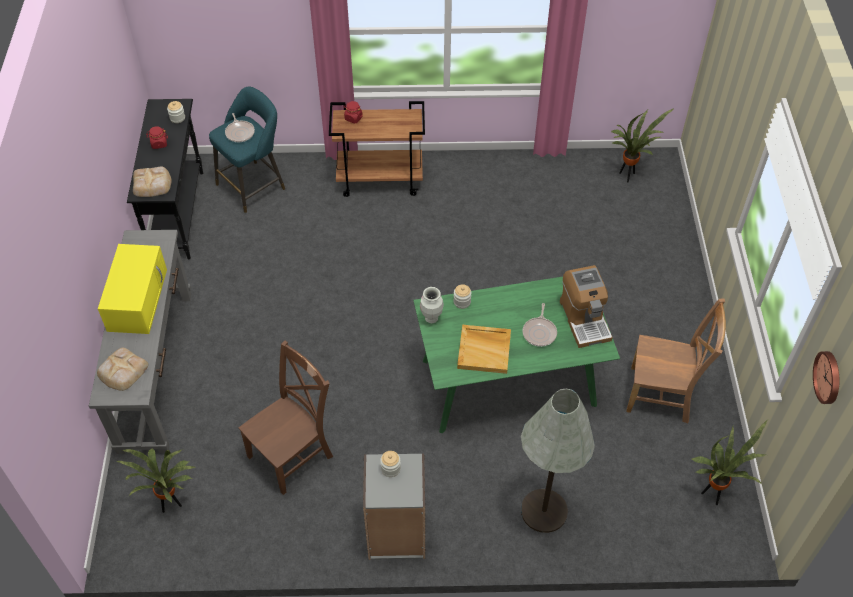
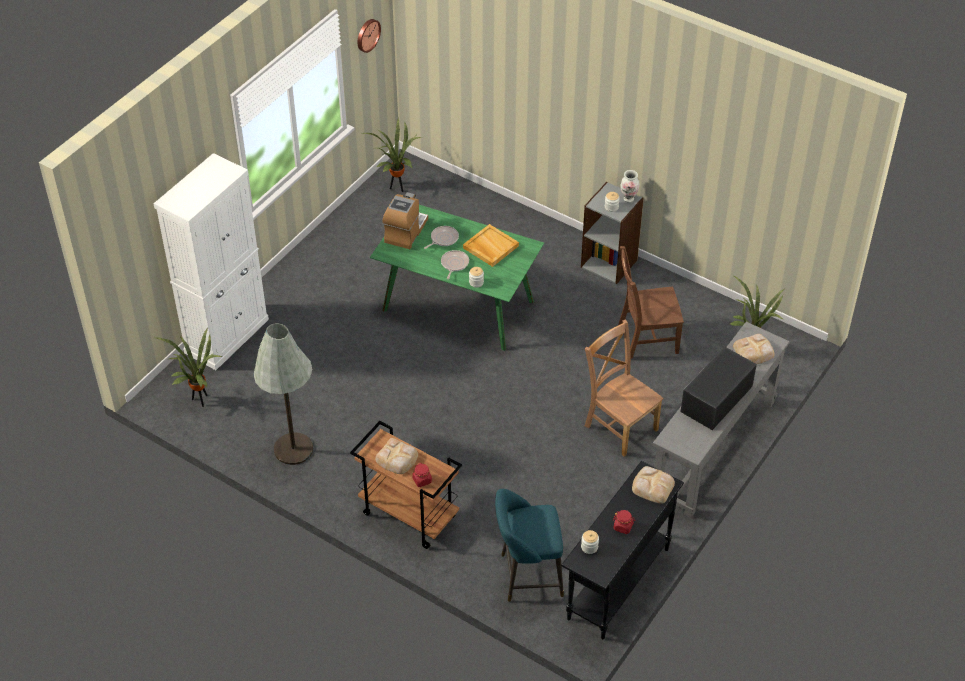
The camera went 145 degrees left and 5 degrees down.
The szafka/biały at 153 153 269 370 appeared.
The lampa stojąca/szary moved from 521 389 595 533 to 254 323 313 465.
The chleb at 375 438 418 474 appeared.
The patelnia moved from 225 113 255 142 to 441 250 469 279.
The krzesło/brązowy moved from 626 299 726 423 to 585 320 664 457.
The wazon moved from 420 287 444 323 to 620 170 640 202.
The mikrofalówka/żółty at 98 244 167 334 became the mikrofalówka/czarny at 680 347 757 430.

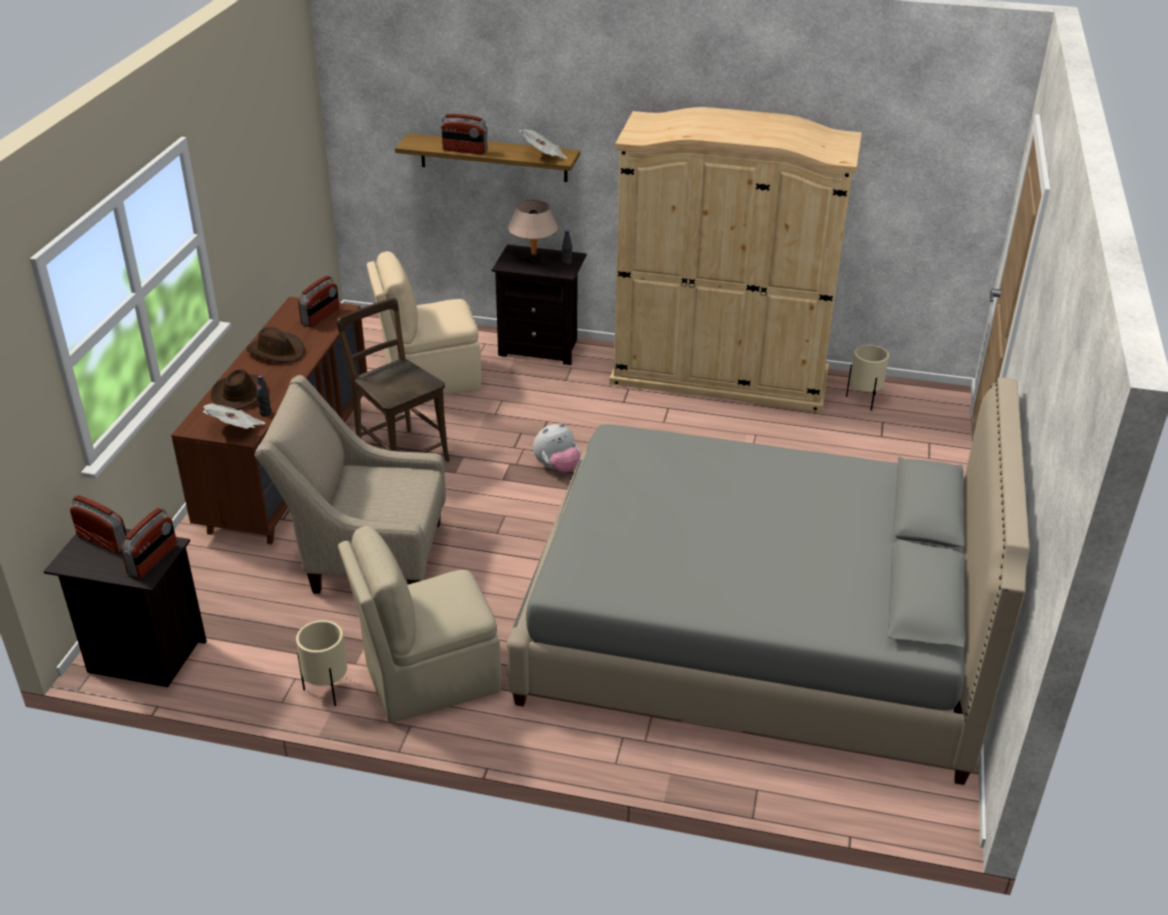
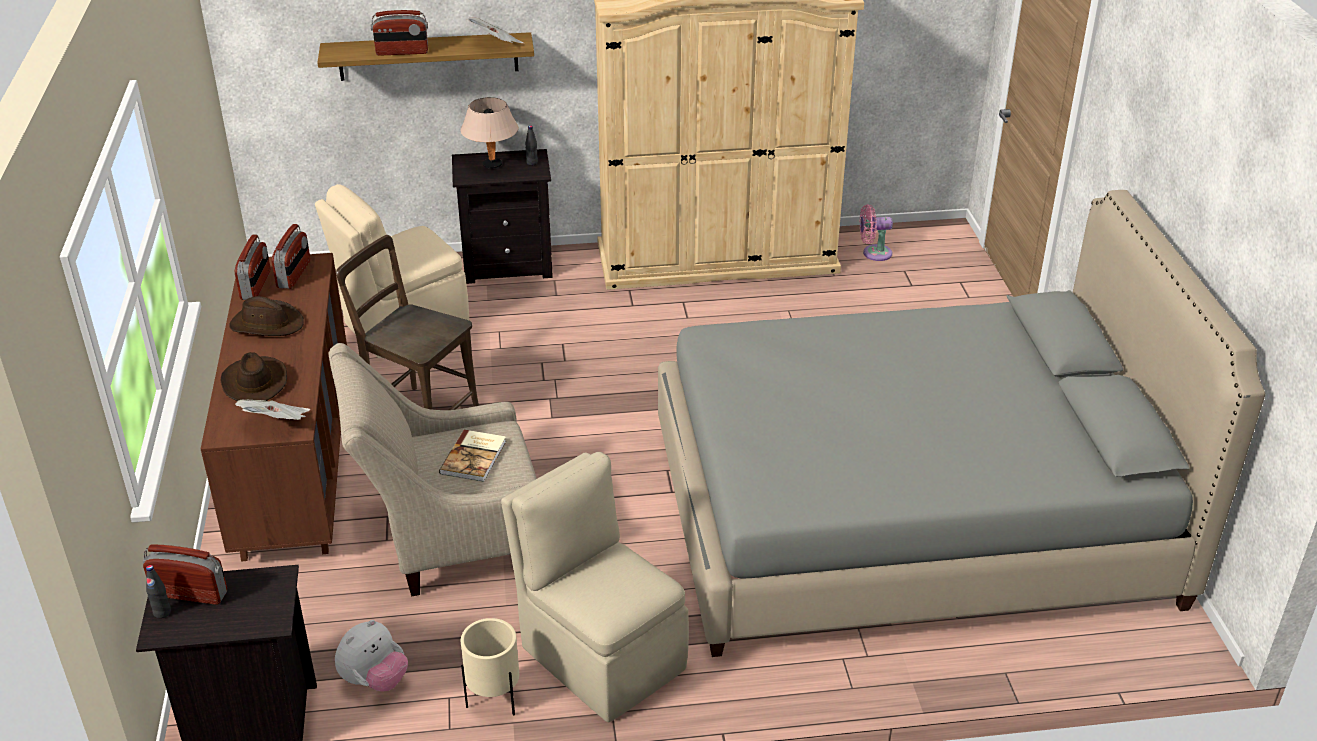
The camera went 20 degrees left and 0 degrees up.
The butelka/czarny moved from 256 376 272 416 to 146 565 171 619.
The radio moved from 121 508 177 578 to 235 234 271 300.
The pluszak moved from 533 423 580 472 to 335 620 408 692.
The książka at 439 430 506 482 appeared.
The krzesło/beżowy at 338 526 501 723 turned 90 degrees clockwise.
The donica/beżowy at 846 345 889 411 was replaced by the wentylator/różowy at 860 204 893 261.

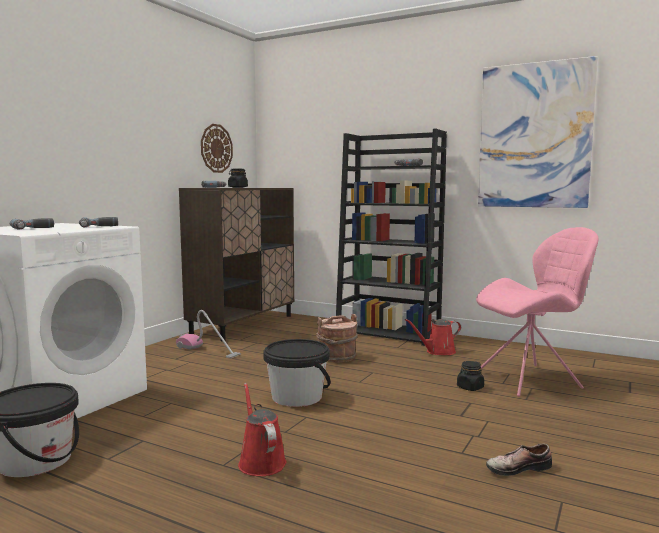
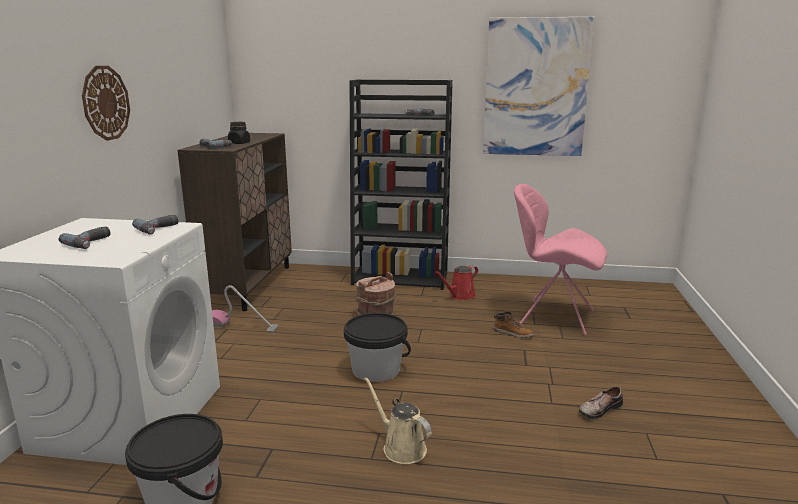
The camera went 20 degrees left and 10 degrees up.
The zegar ścienny moved from 201 124 233 173 to 82 66 130 141.
The konewka/czerwony at 238 383 286 476 became the konewka/beżowy at 364 377 432 464.
The słoik/czarny at 457 361 484 391 was replaced by the but z cholewką at 494 311 534 338.
The krzesło/różowy at 476 227 599 397 turned 120 degrees counterclockwise.

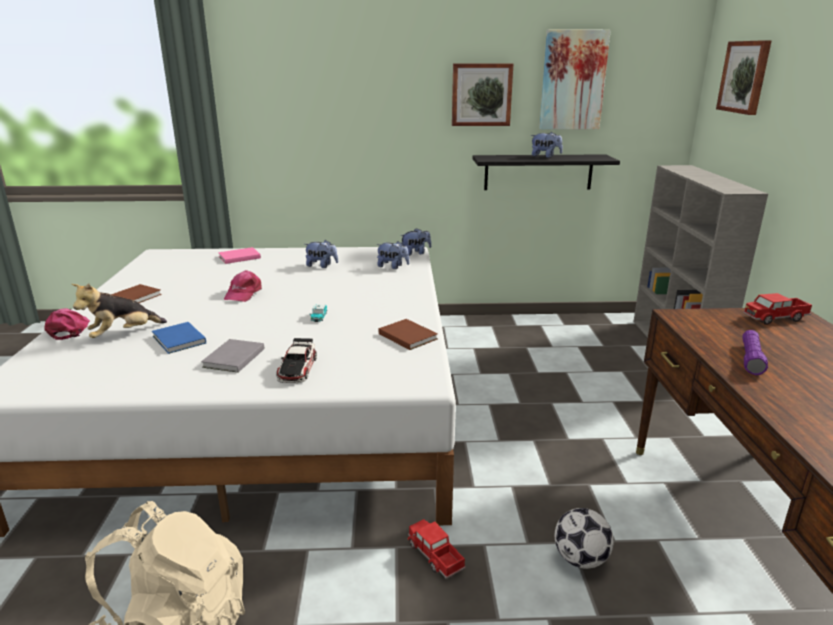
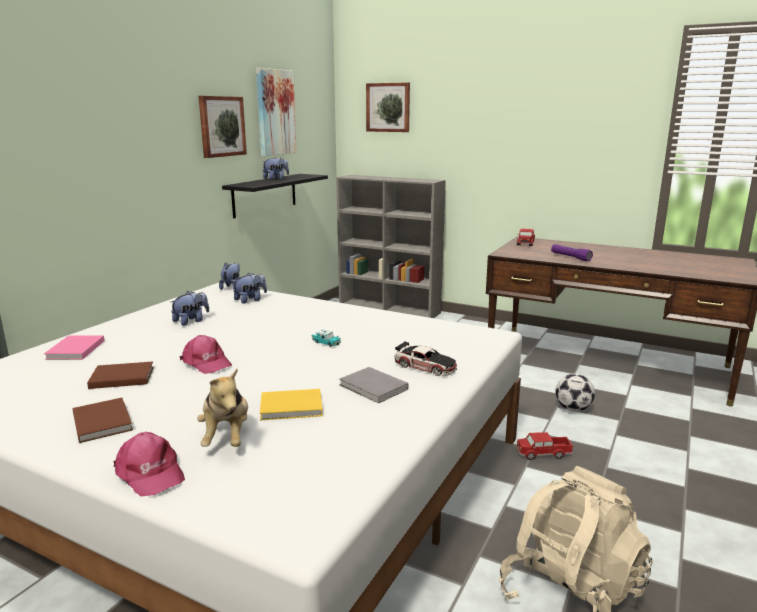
The camera went 60 degrees left and 5 degrees down.
The książka/brązowy moved from 379 319 438 350 to 87 361 154 389.
The czapka z daszkiem/różowy at 44 308 90 340 turned 150 degrees counterclockwise.
The książka/niebieski at 152 322 206 354 became the książka/żółty at 260 389 323 420.

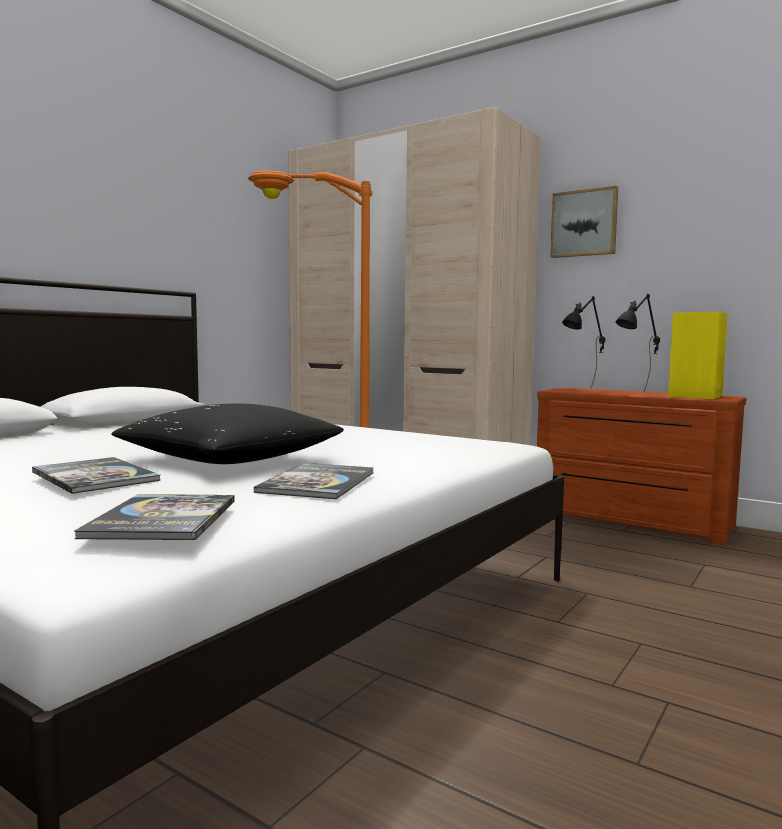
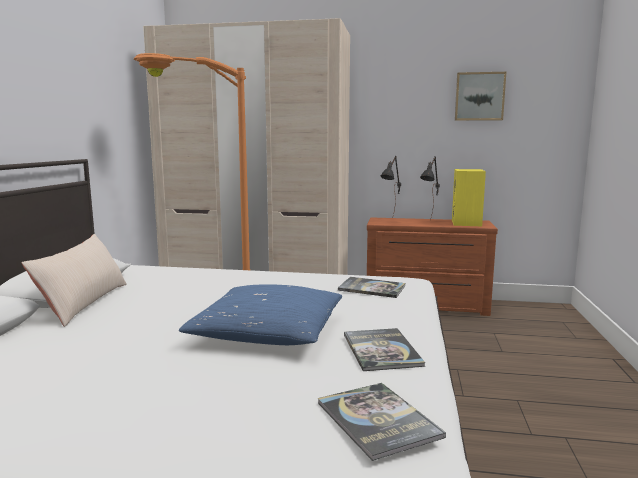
The camera went 25 degrees left and 5 degrees up.
The poduszka/beżowy at 21 234 127 327 appeared.
The poduszka/czarny at 112 404 344 464 became the poduszka/niebieski at 179 284 342 345.
The książka moved from 32 457 161 494 to 338 277 405 298.
The obraz moved from 550 186 618 258 to 455 72 506 121.

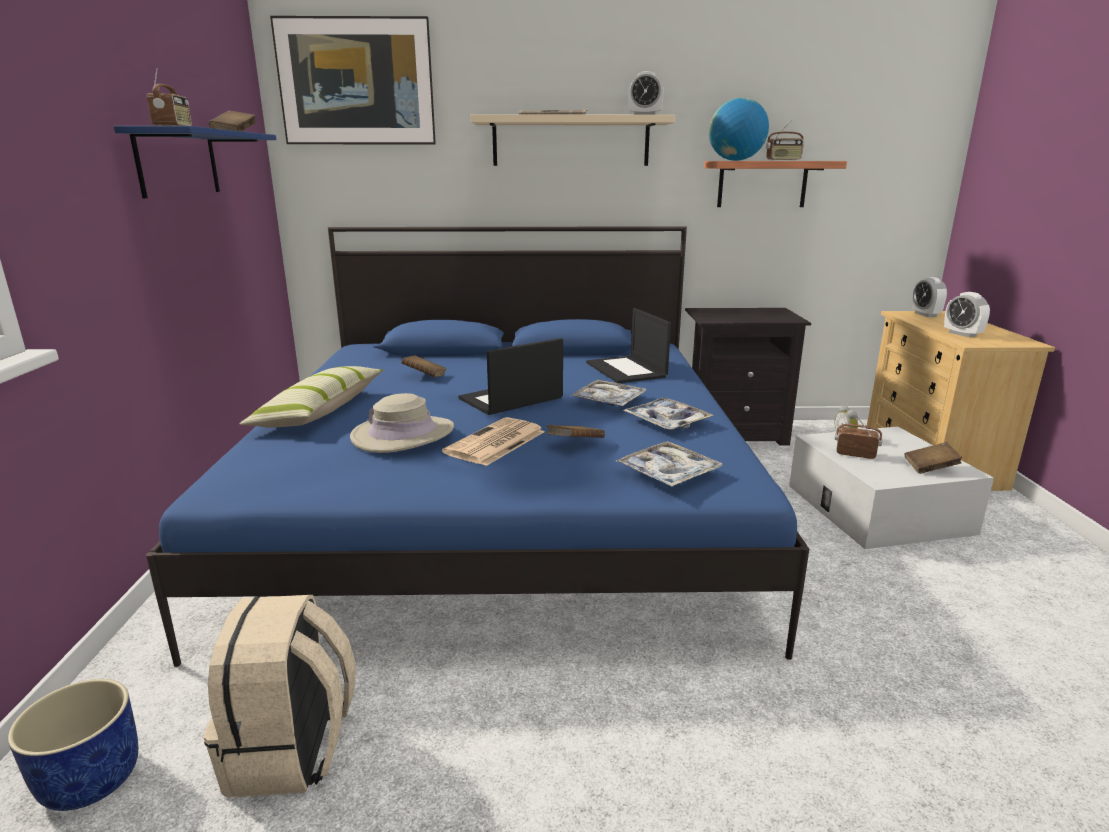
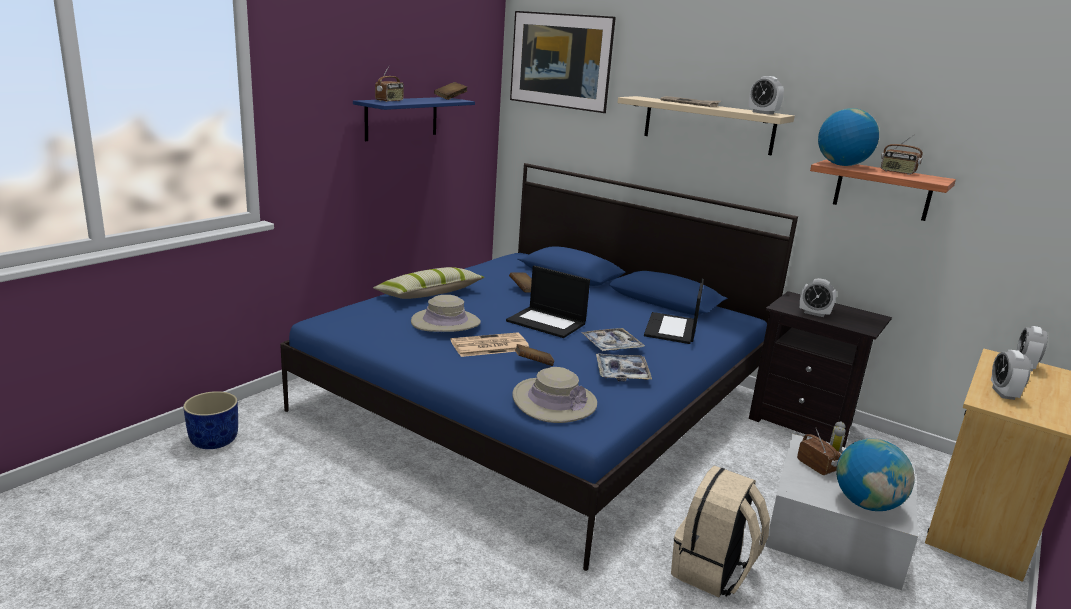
The camera went 35 degrees right and 0 degrees up.
The laptop at 458 338 563 415 turned 150 degrees counterclockwise.
The taca at 616 441 722 487 was replaced by the kapelusz/beżowy at 512 367 597 423.
The plecak/beżowy moved from 204 595 356 797 to 671 466 770 597.
The budzik at 800 278 837 317 appeared.
The książka/brązowy at 905 442 962 474 was replaced by the globus at 836 438 915 511.

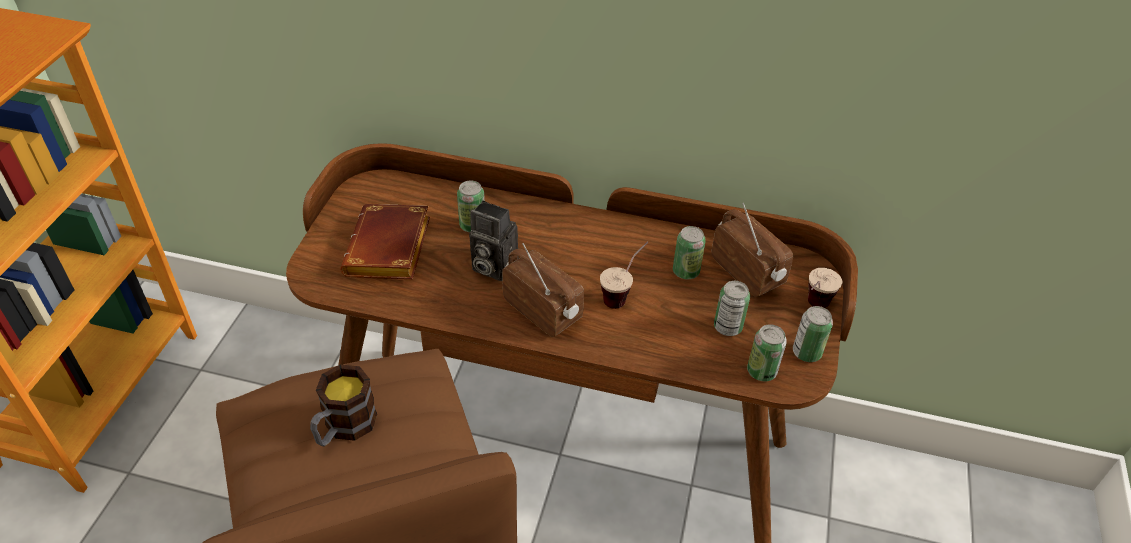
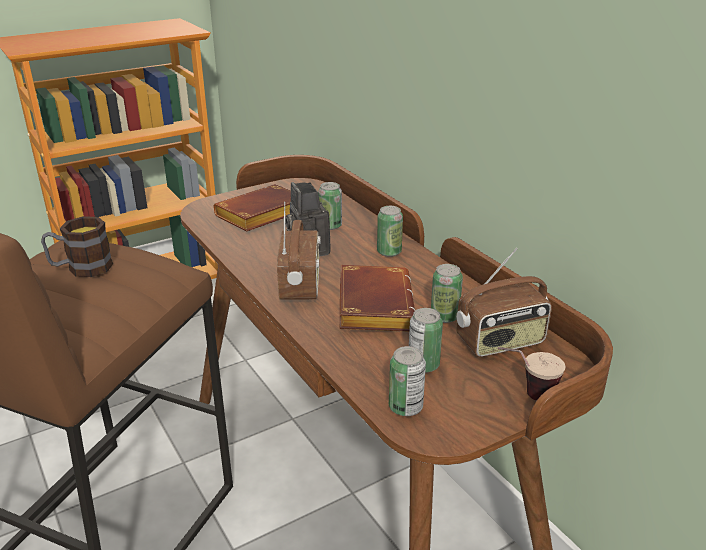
The camera went 45 degrees right and 15 degrees down.
The filiżanka at 600 241 648 309 was replaced by the książka/brązowy at 340 265 415 332.
The puszka moved from 793 306 833 362 to 377 206 403 257.
The radio at 712 203 793 297 turned 60 degrees clockwise.

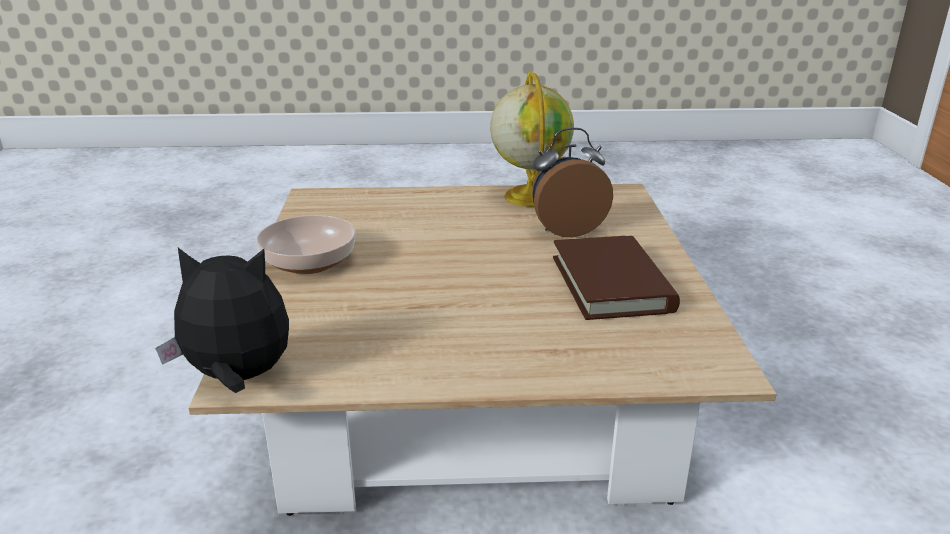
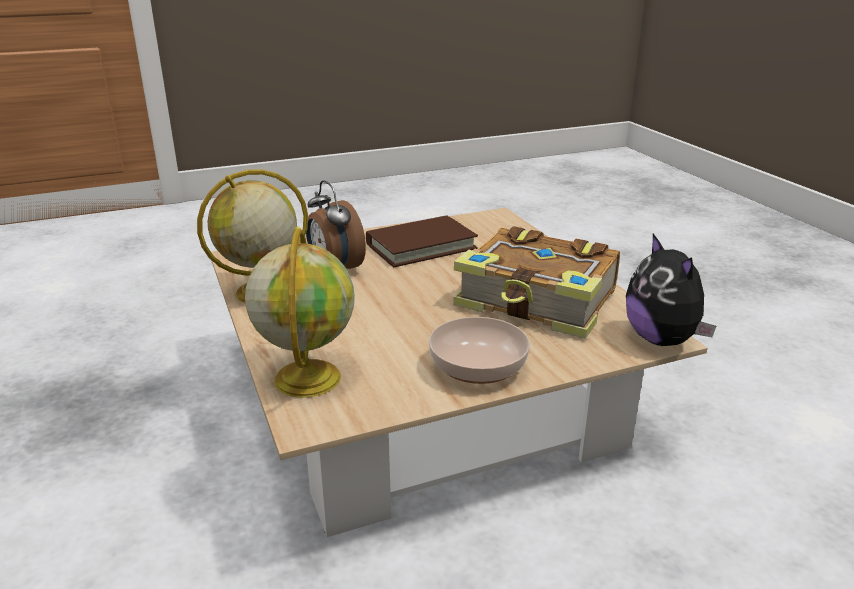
The camera went 110 degrees left and 0 degrees up.
The globus at 245 227 355 398 appeared.
The książka at 453 226 620 339 appeared.

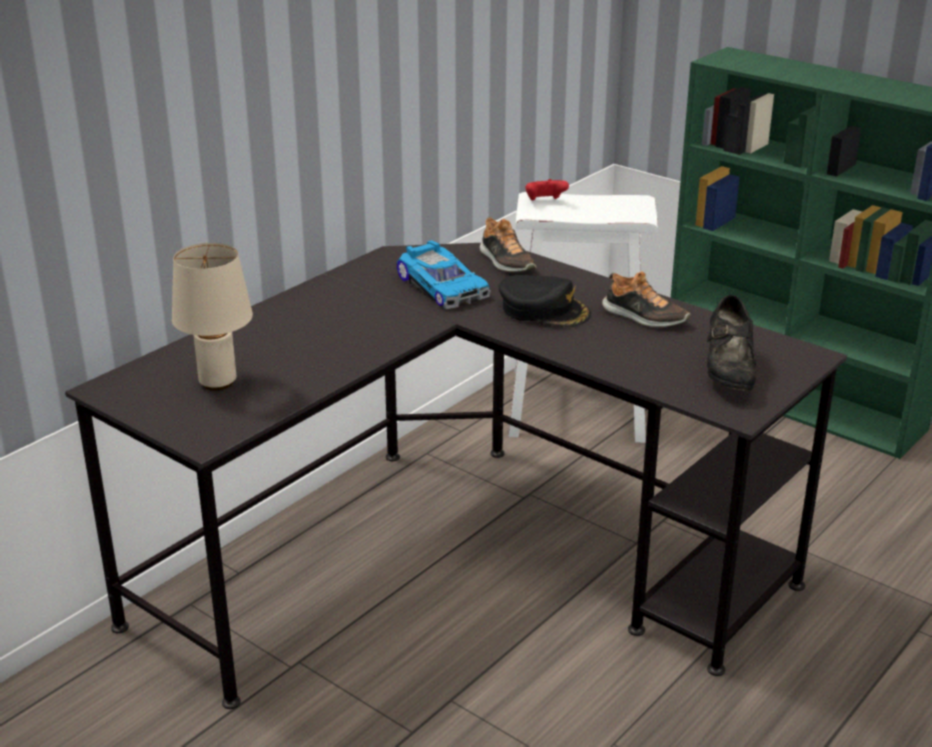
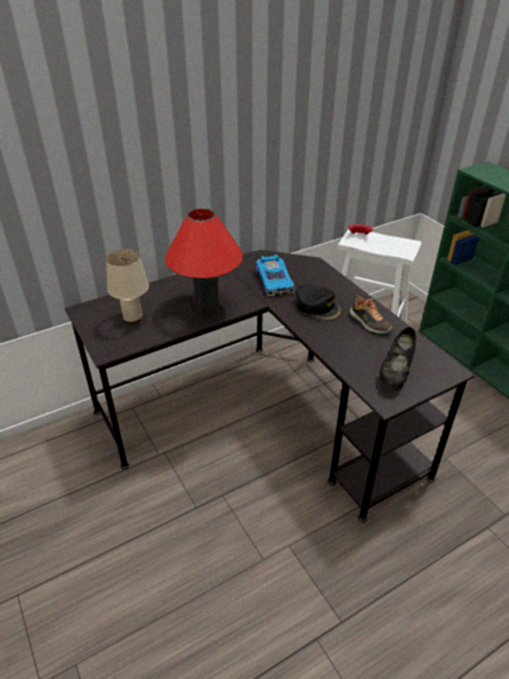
The camera went 20 degrees right and 10 degrees up.
The lampa stołowa/czerwony at 165 208 243 314 appeared.
The but at 479 217 537 272 disappeared.

